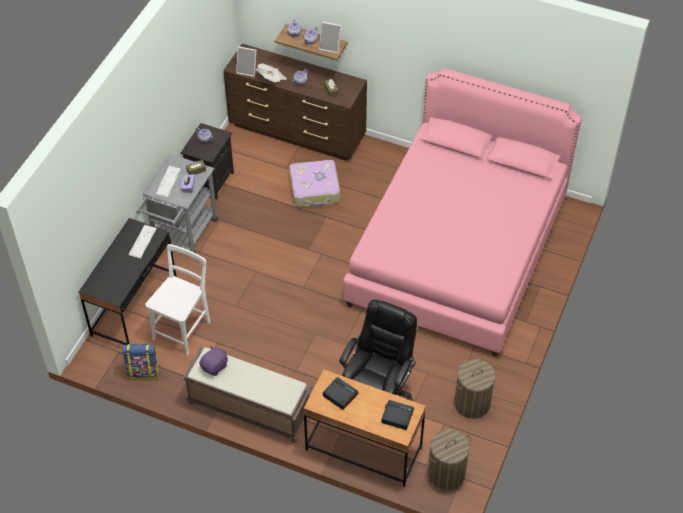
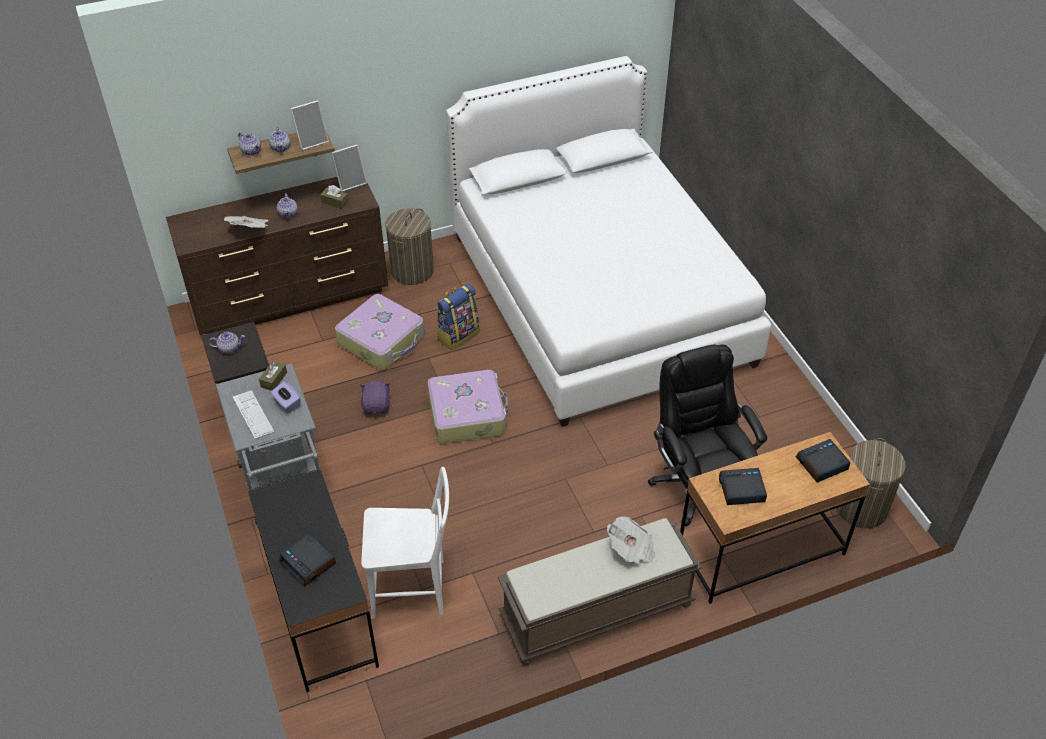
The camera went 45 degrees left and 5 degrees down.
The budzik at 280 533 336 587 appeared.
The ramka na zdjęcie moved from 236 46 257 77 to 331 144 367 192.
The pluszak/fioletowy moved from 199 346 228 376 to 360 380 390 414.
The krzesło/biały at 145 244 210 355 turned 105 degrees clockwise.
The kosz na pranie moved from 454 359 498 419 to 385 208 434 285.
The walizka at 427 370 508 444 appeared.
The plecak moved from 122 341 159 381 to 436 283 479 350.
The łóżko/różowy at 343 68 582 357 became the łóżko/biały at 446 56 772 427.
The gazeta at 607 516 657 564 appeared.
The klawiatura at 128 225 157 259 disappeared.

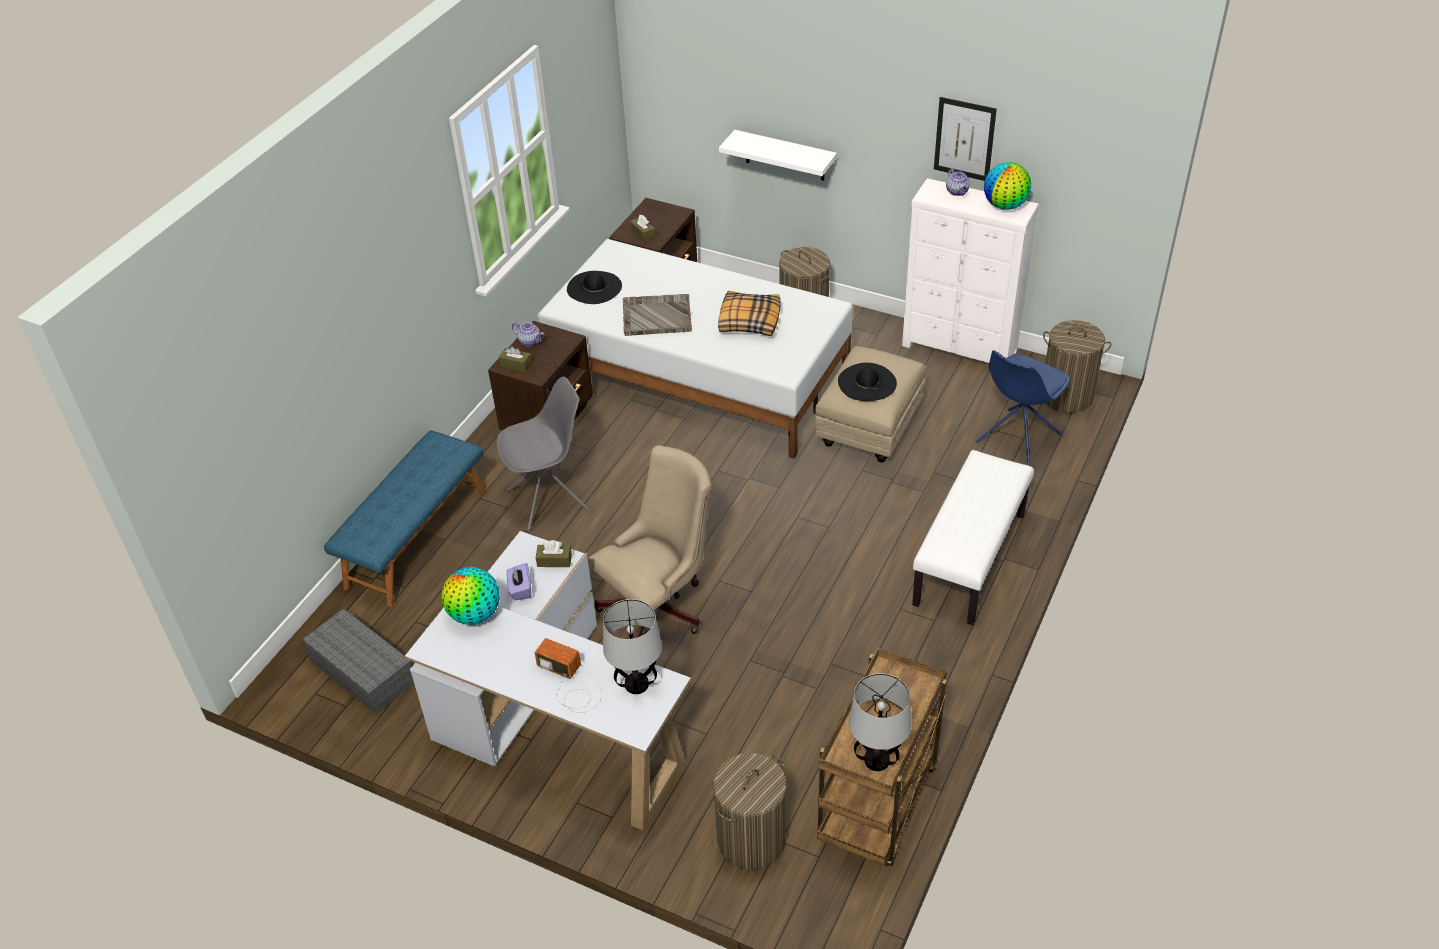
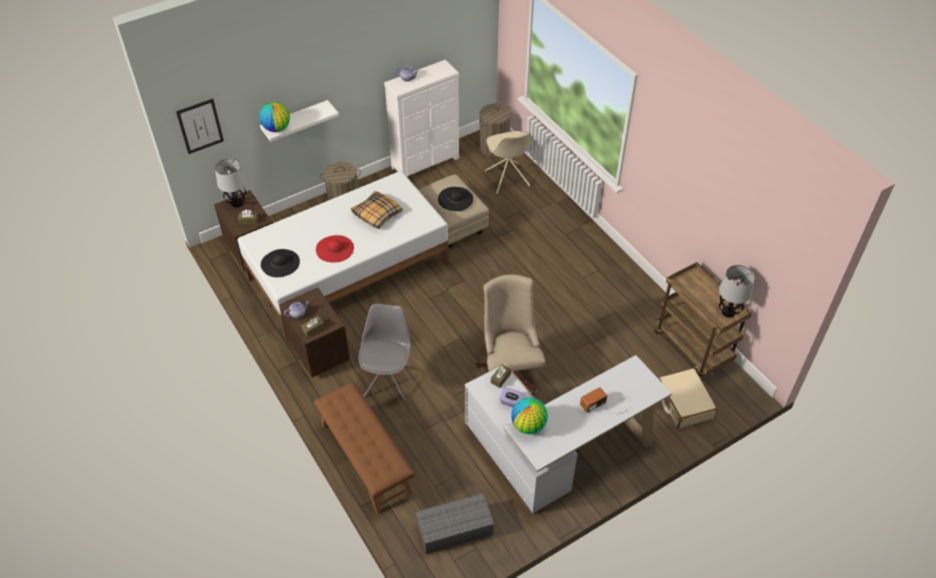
The camera went 60 degrees left and 5 degrees up.
The obraz moved from 934 97 997 181 to 176 98 224 154.
The lampa stołowa moved from 603 599 662 694 to 215 158 246 208.
The globus moved from 984 162 1031 210 to 260 102 290 132.
The ławka/niebieski at 324 430 486 607 became the ławka/brązowy at 314 382 415 514.
The taca/szary at 623 294 692 336 was replaced by the kapelusz/czerwony at 316 235 354 262.
The krzesło/niebieski at 976 350 1070 466 became the krzesło/beżowy at 485 131 532 194.
The kosz na pranie at 713 753 786 870 was replaced by the walizka/beżowy at 658 368 717 429.
The ławka/biały at 912 450 1034 625 disappeared.

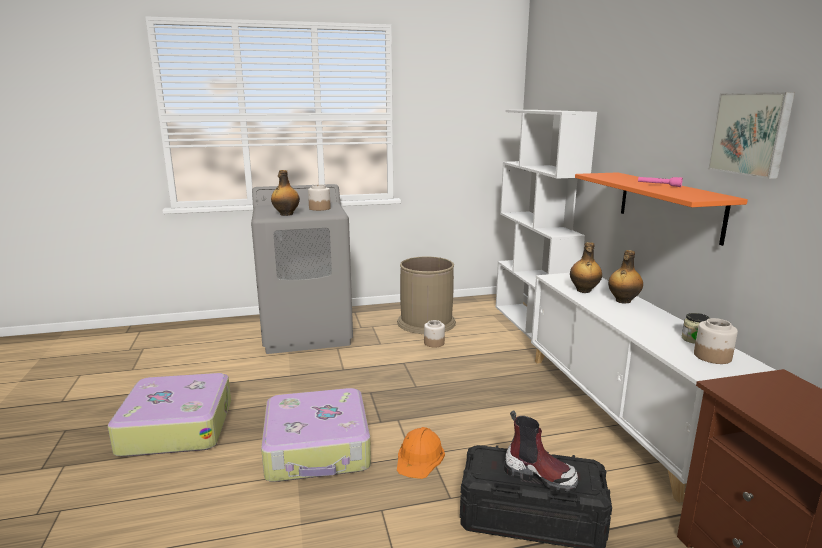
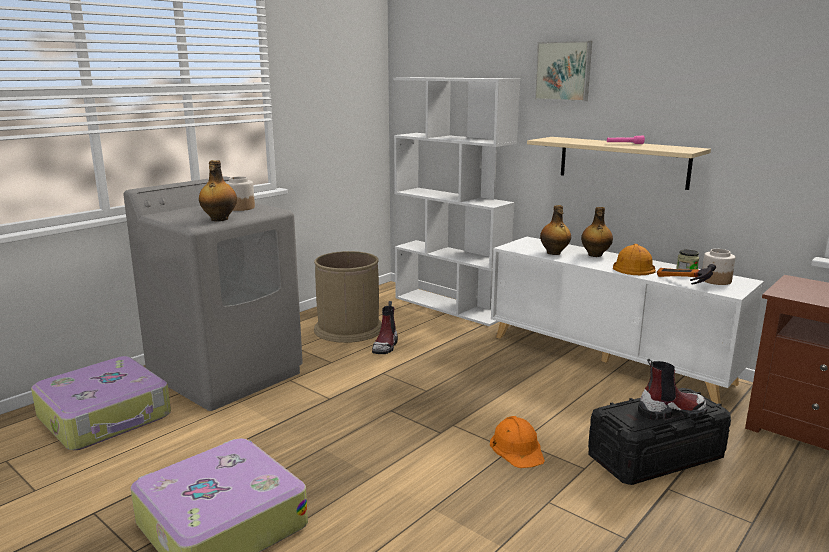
The camera went 35 degrees left and 0 degrees up.
The walizka moved from 261 388 371 482 to 31 356 171 450.
The słoik at 424 320 445 347 was replaced by the but z cholewką at 372 301 398 354.
The półka/pomarańczowy at 575 172 748 246 became the półka/beżowy at 527 137 711 190.
The obraz moved from 708 92 795 179 to 534 41 592 101.
The kask/pomarańczowy at 613 244 656 275 appeared.
The młotek at 657 264 716 284 appeared.

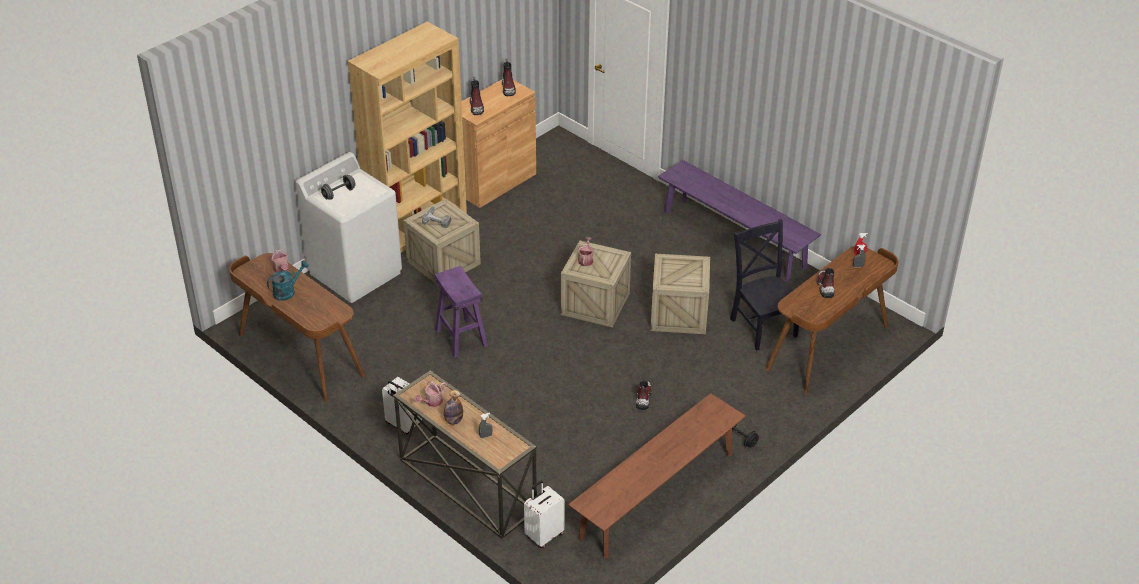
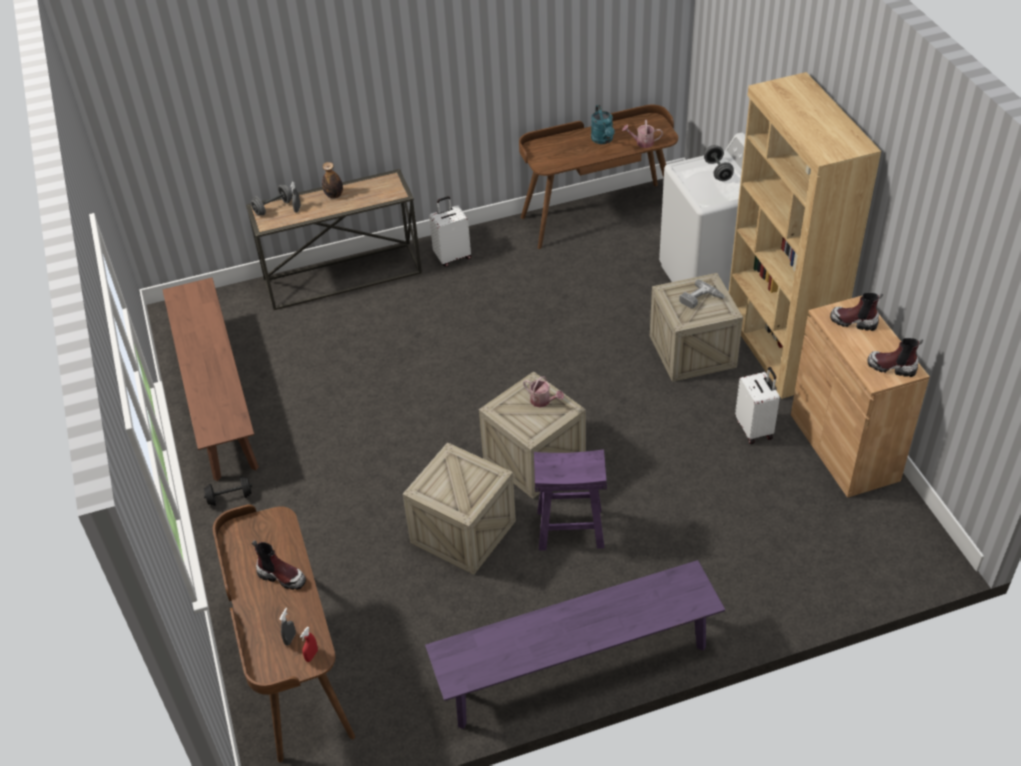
The camera went 120 degrees right and 5 degrees up.
The hantel/szary at 251 185 292 215 appeared.
The stołek/fioletowy moved from 435 266 488 358 to 533 449 607 551.
The walizka/biały moved from 524 481 564 548 to 735 367 780 444.
The konewka at 415 381 447 407 disappeared.
The but z cholewką at 636 380 652 410 disappeared.
The krzesło/czarny at 730 219 799 351 disappeared.

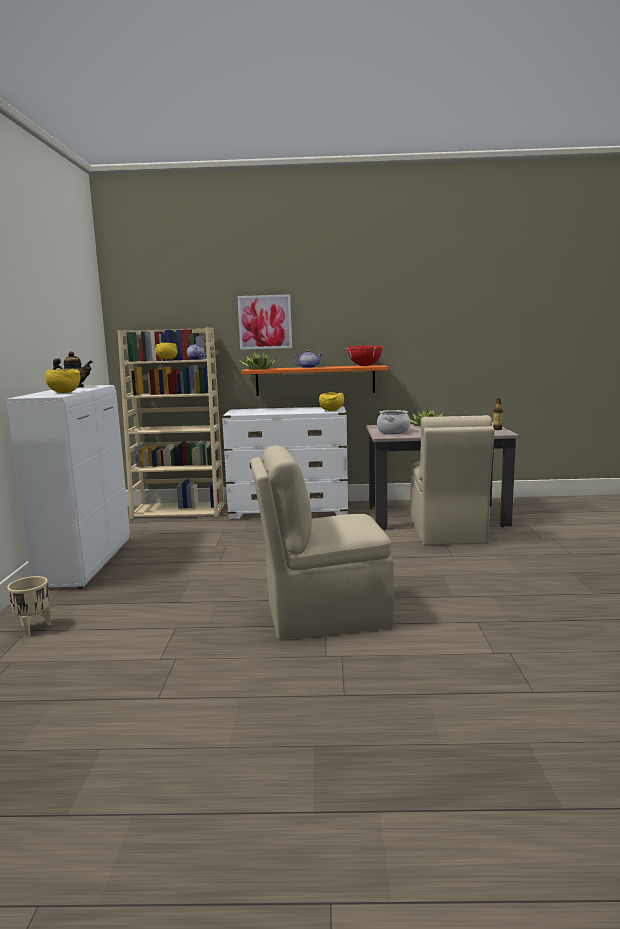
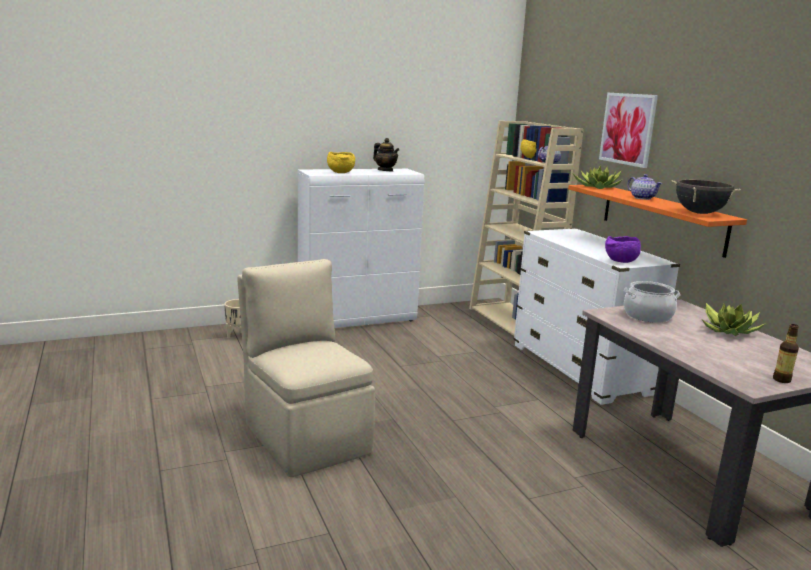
The camera went 65 degrees right and 5 degrees up.
The miska/żółty at 319 392 344 411 became the miska/fioletowy at 605 236 641 263.
The garnek/czerwony at 346 346 384 366 became the garnek/czarny at 671 179 741 214.
The krzesło/beżowy at 411 415 494 545 disappeared.

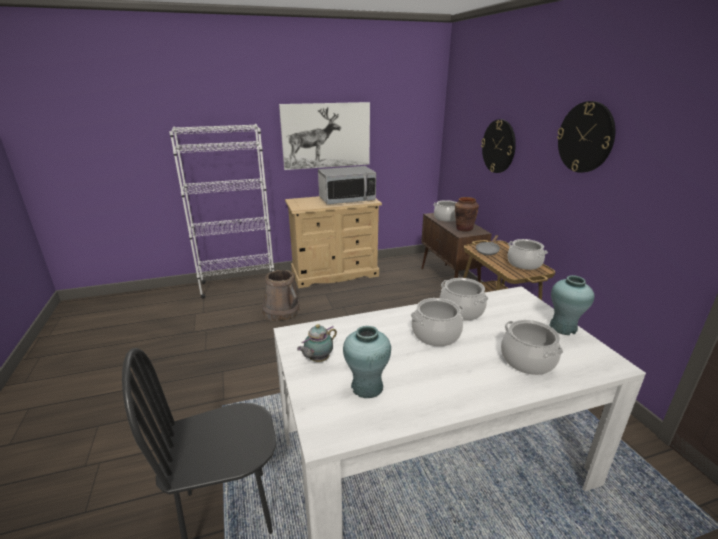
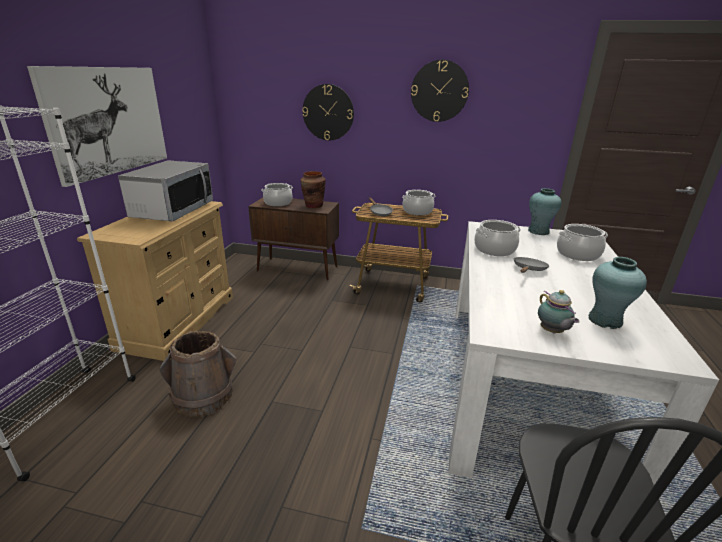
The camera went 60 degrees left and 0 degrees up.
The garnek at 411 298 465 347 was replaced by the patelnia/szary at 514 257 549 273.

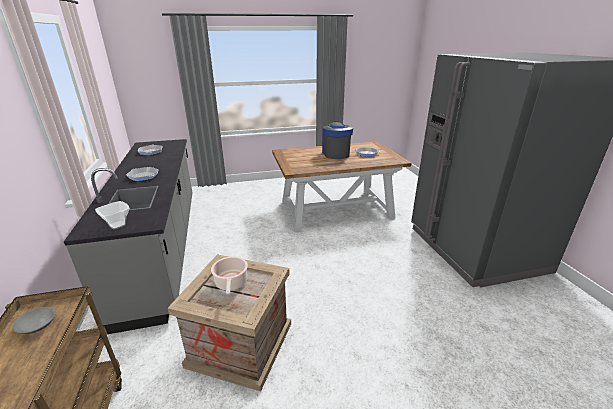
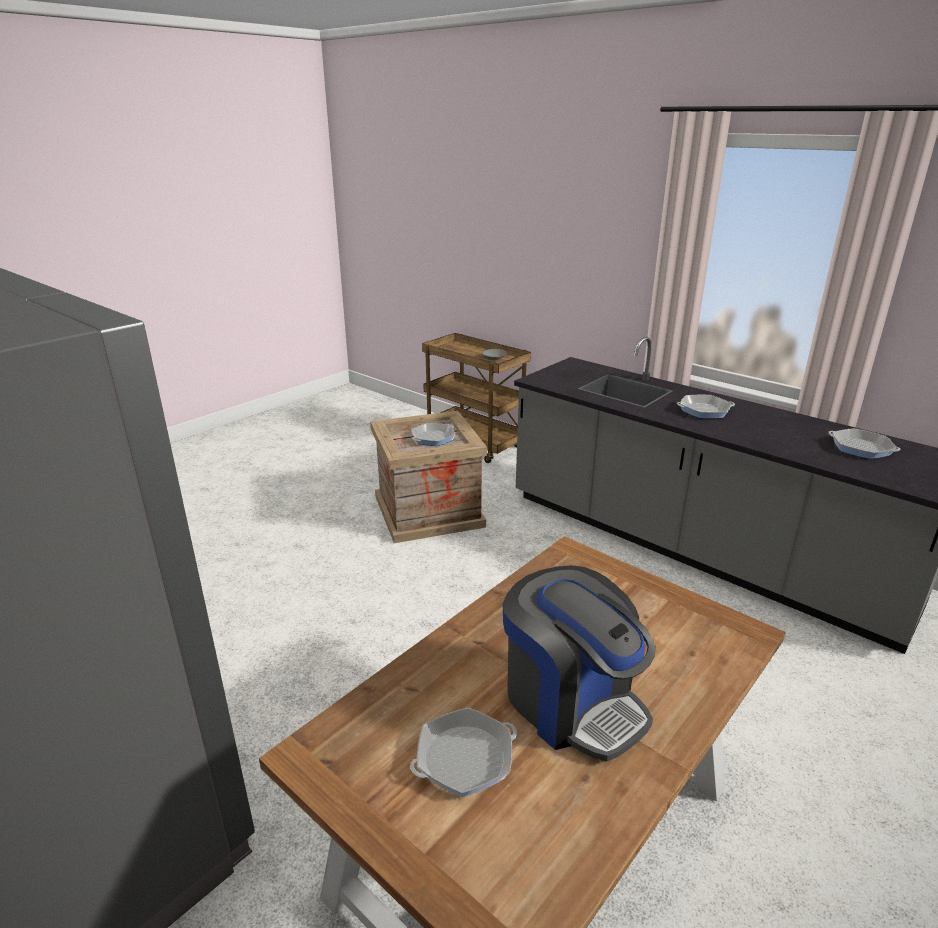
The camera went 145 degrees right and 0 degrees up.
The garnek at 211 256 248 295 was replaced by the patelnia at 411 423 455 446.
The miska at 95 201 130 229 disappeared.

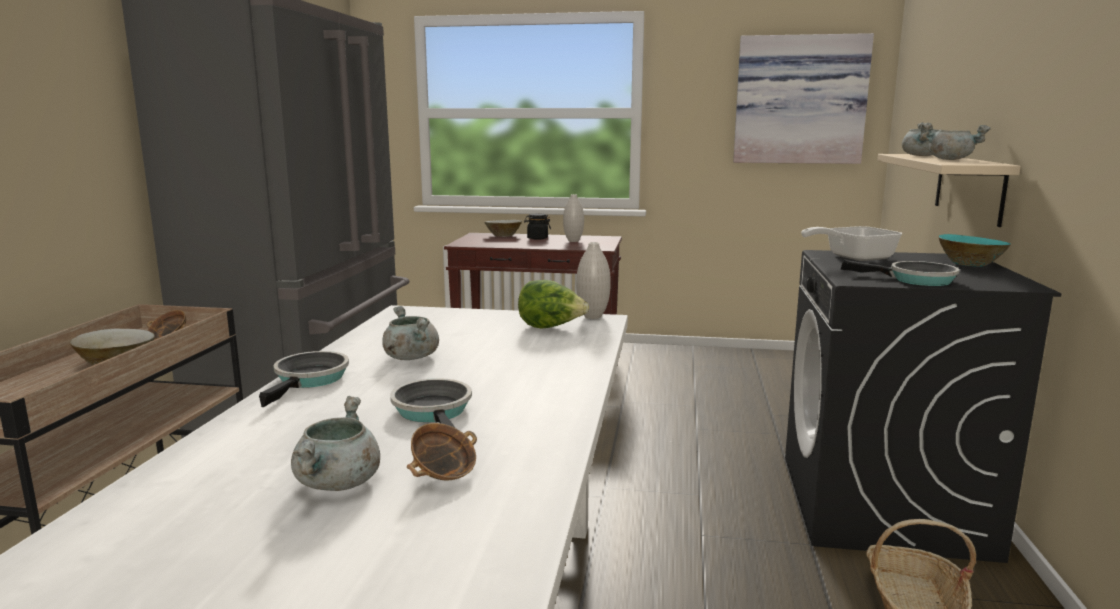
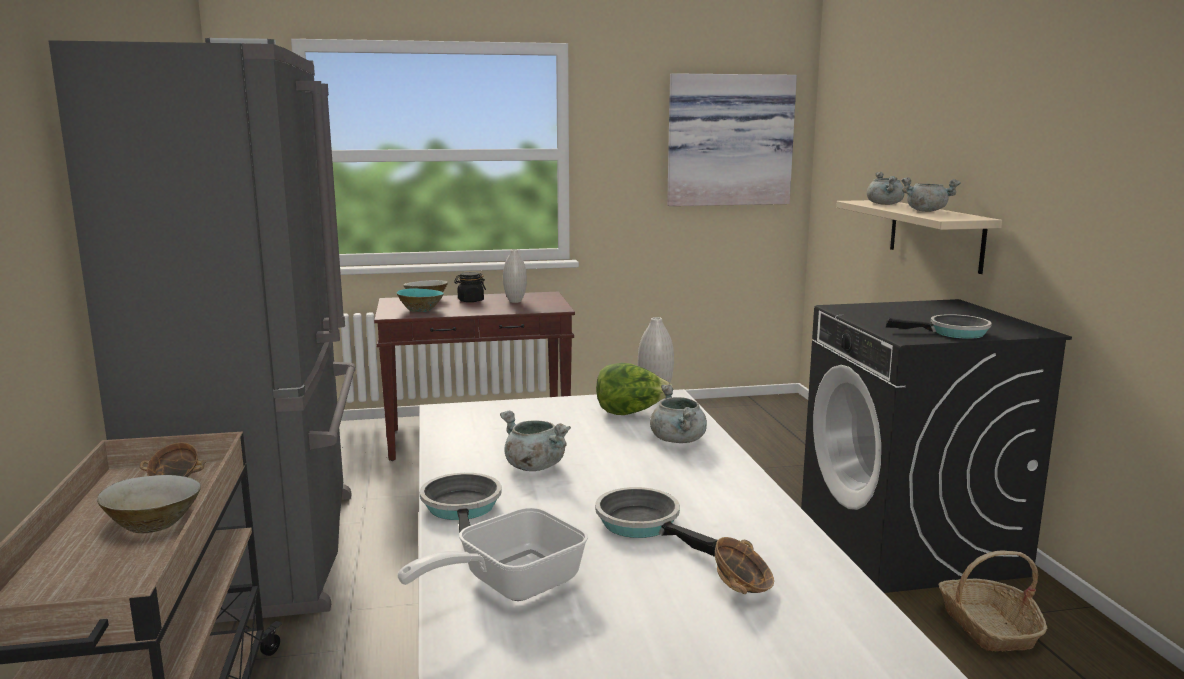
The camera went 20 degrees left and 0 degrees up.
The miska/turkusowy moved from 938 234 1011 266 to 397 288 444 312.
The patelnia moved from 801 226 903 261 to 398 507 588 601.
The garnek/szary moved from 291 396 380 491 to 650 384 707 443.

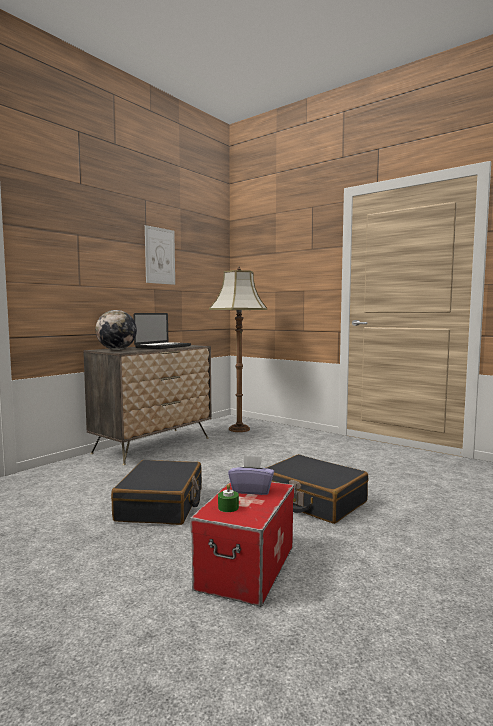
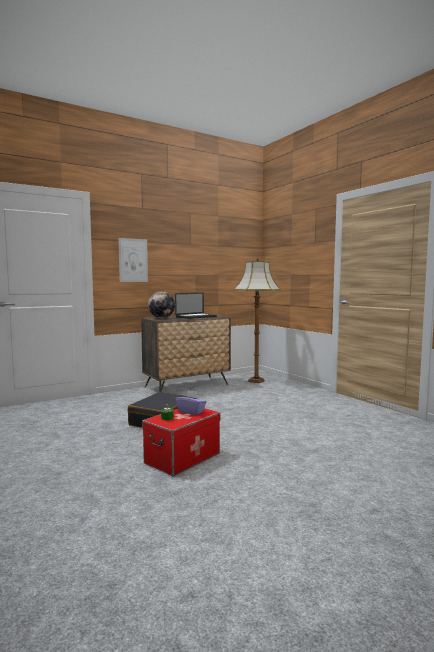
The camera went 20 degrees right and 0 degrees up.
The obraz moved from 145 225 175 285 to 119 238 148 282.
The walizka/czarny at 267 454 368 524 disappeared.

